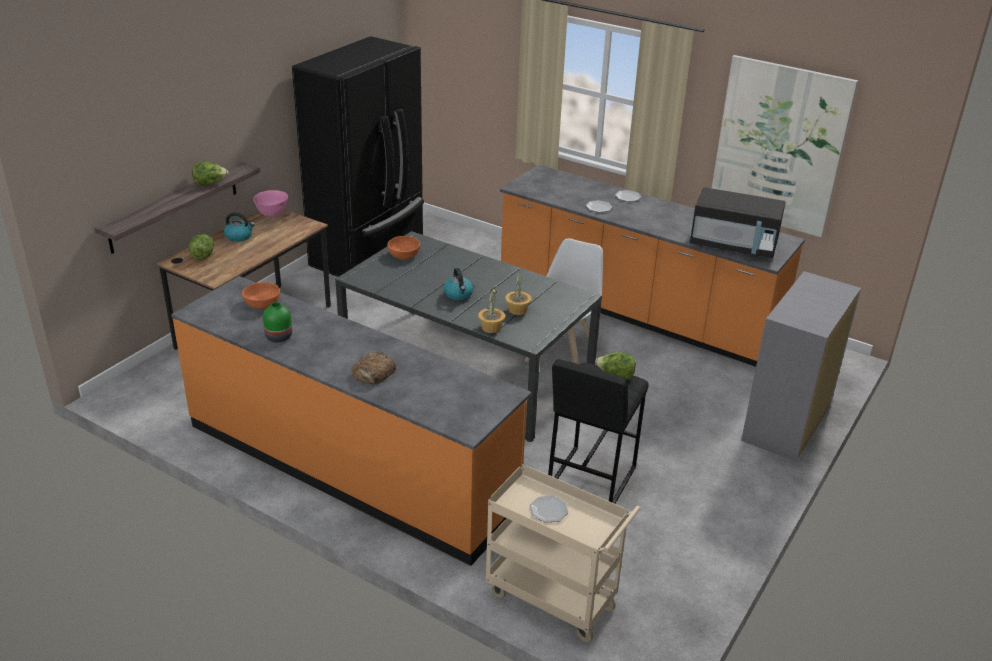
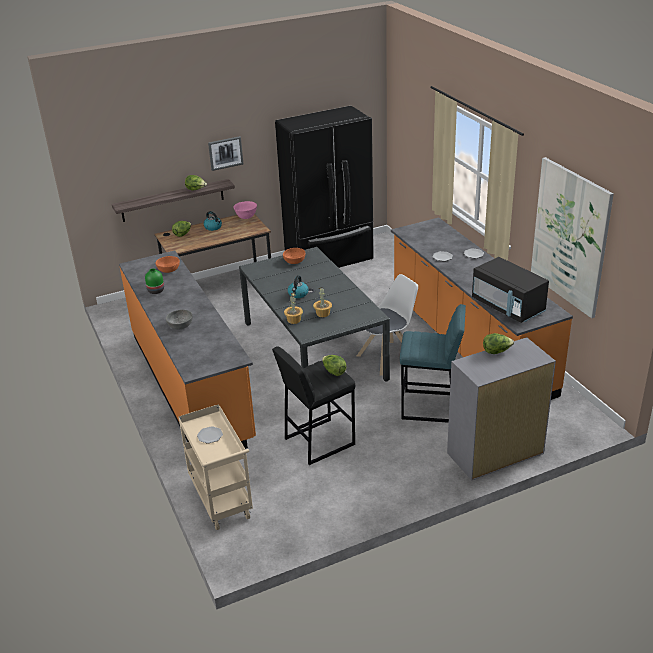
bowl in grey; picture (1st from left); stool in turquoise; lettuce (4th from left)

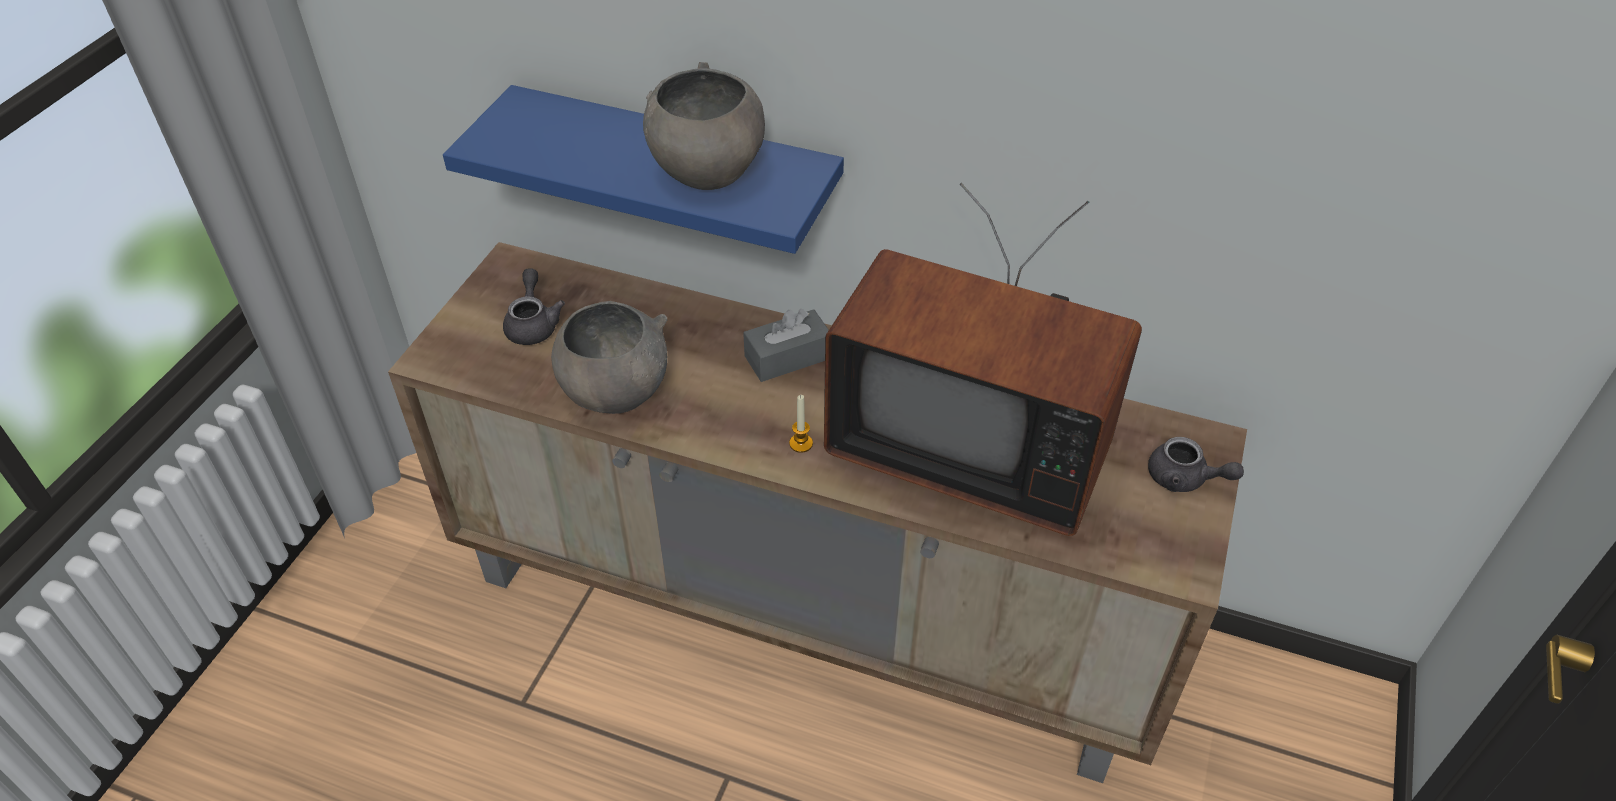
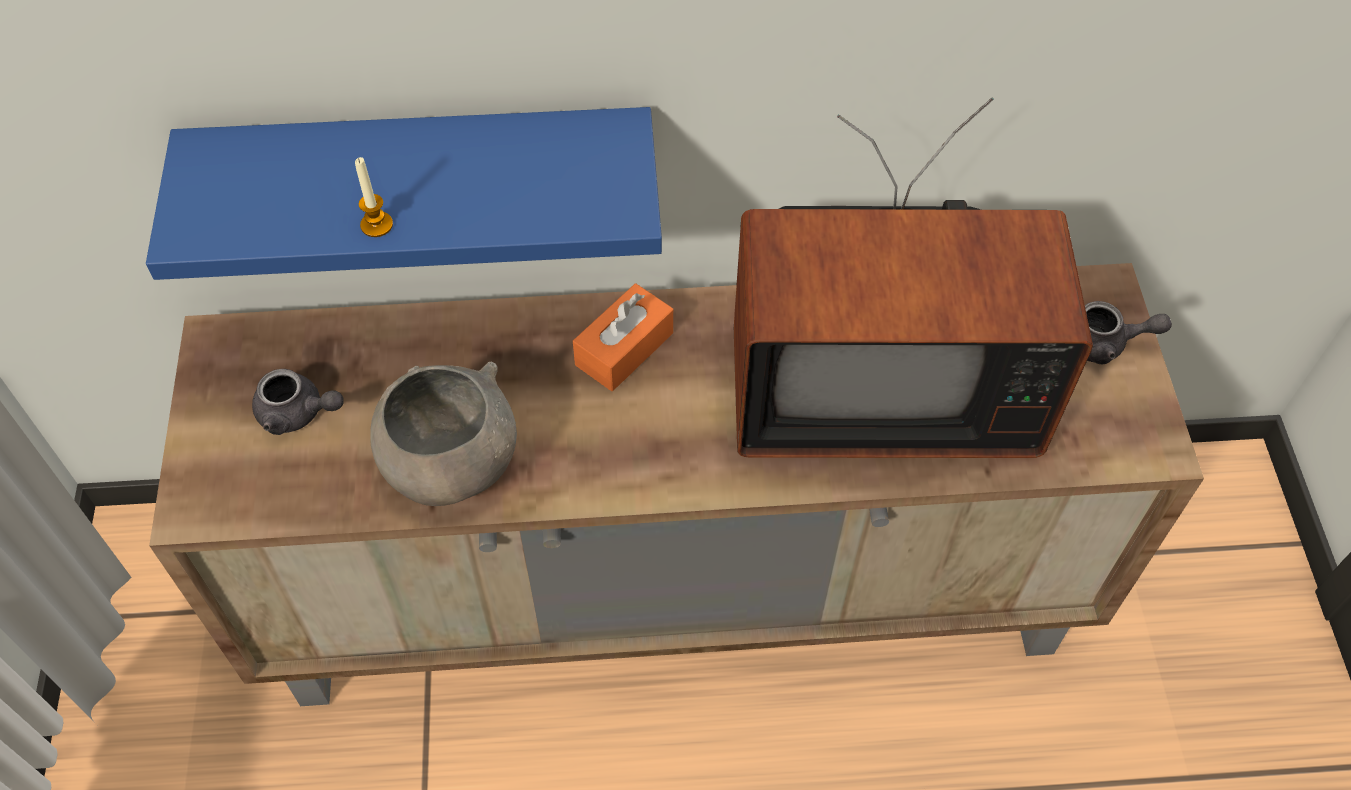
bowl in grey (2nd from left in the first image); teapot in grey (1st from left); tissue box in orange; candle

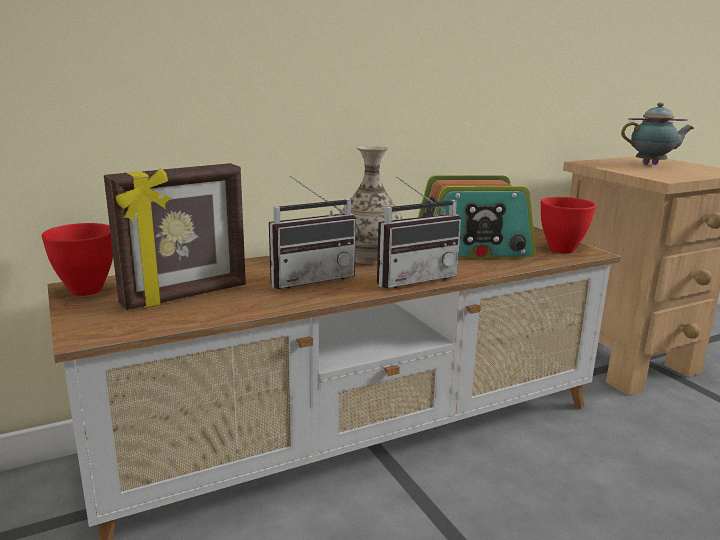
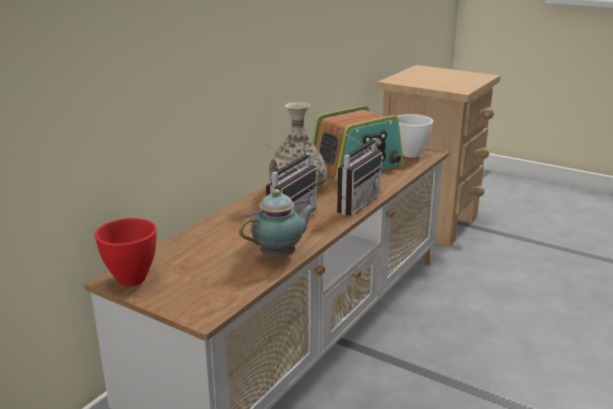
teapot; picture frame; bowl in white

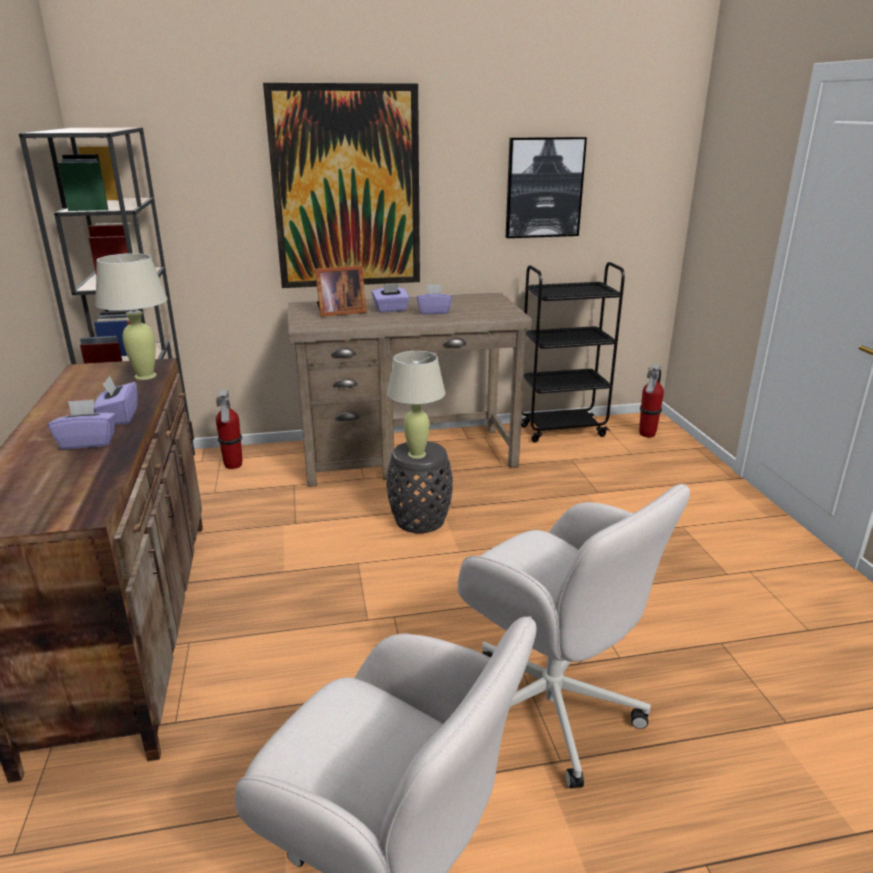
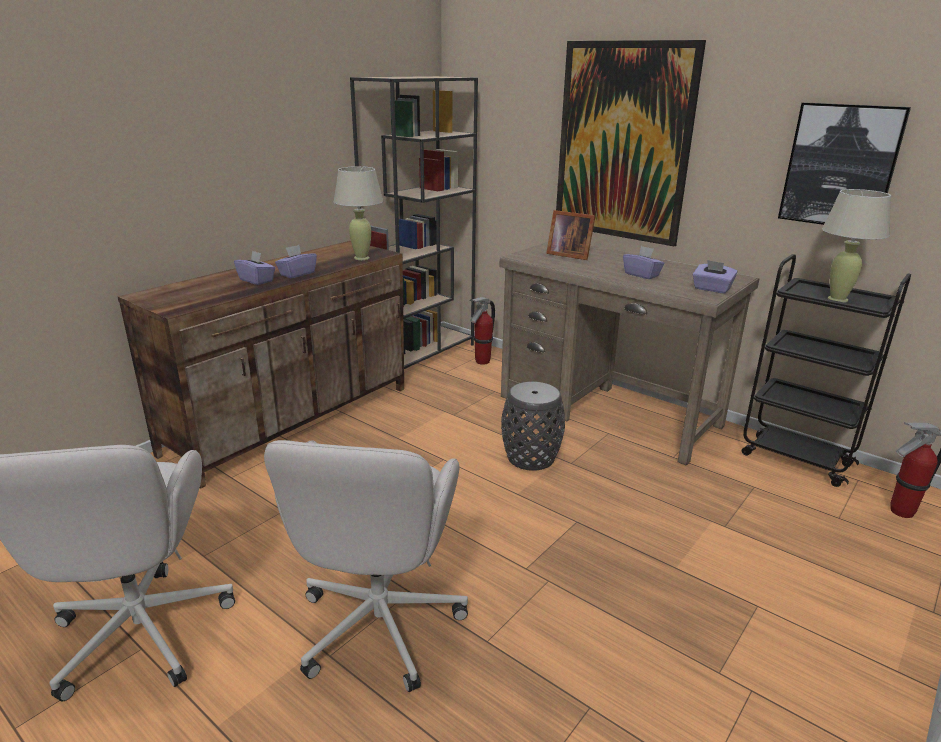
tissue box in purple (4th from left); table lamp in beige (2nd from left)

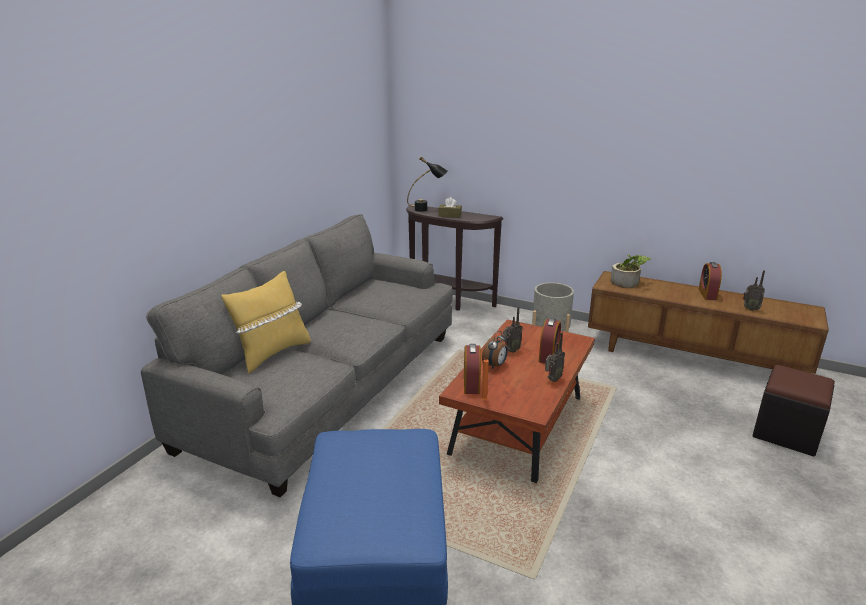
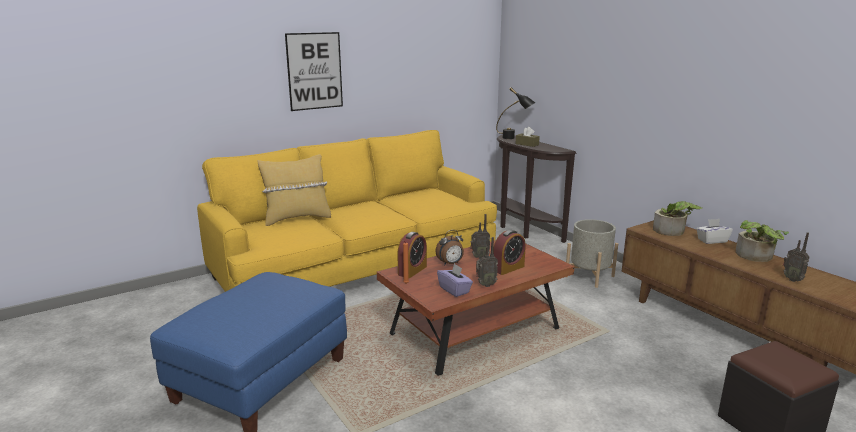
sofa in yellow; potted plant (2nd from left); picture; tissue box in white; tissue box in purple

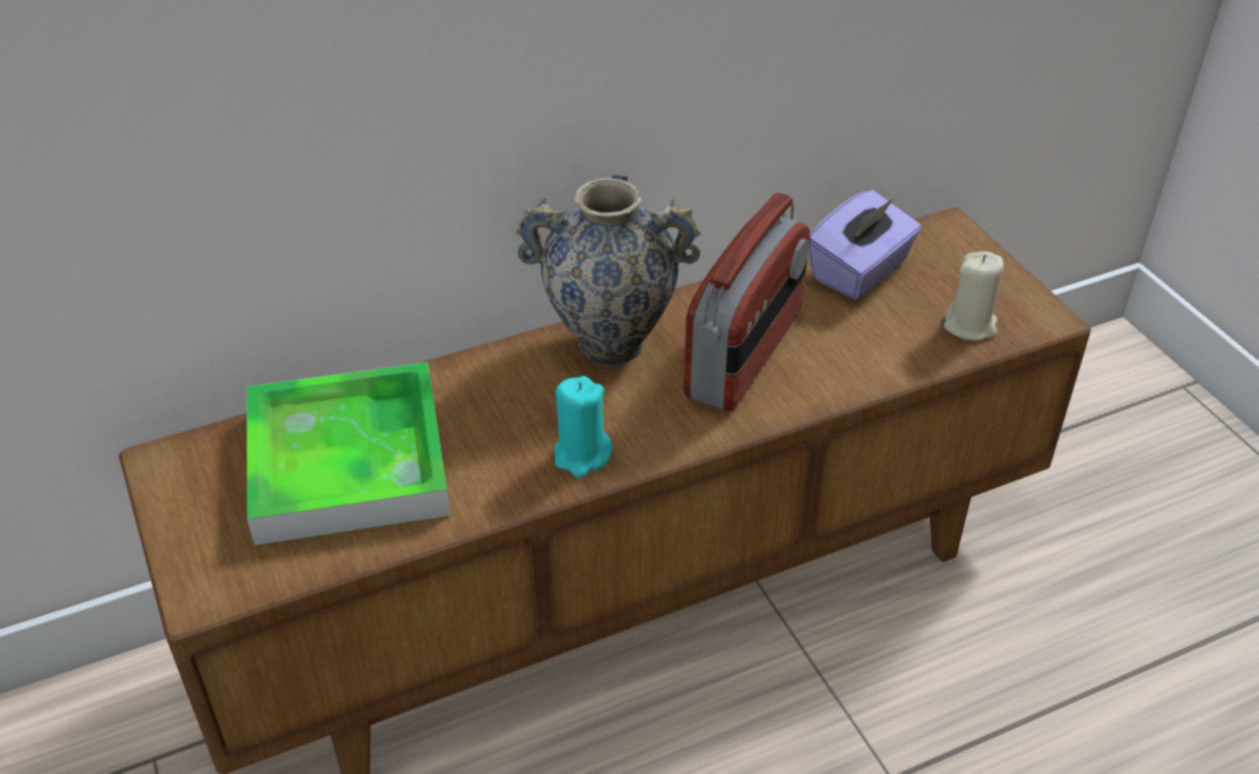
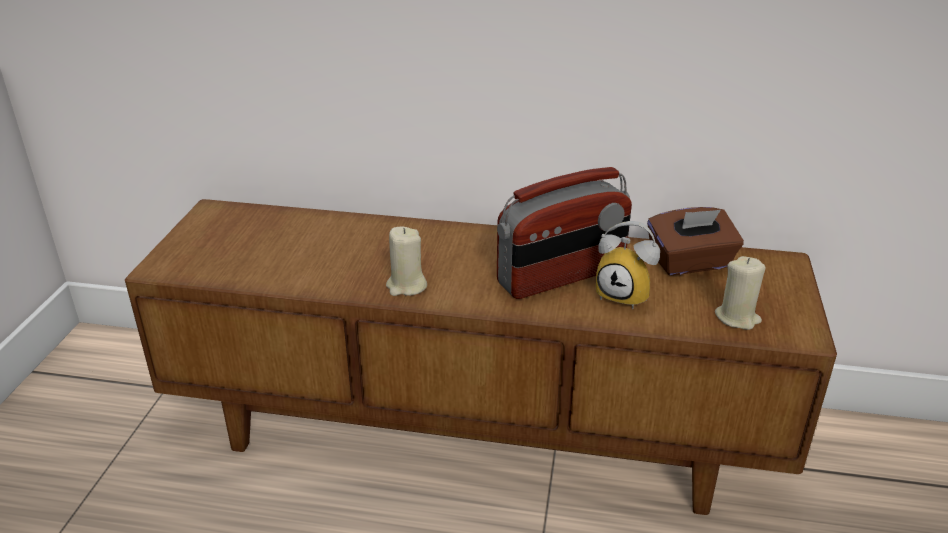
vase; tissue box in brown; tray; candle in beige (1st from left); alarm clock

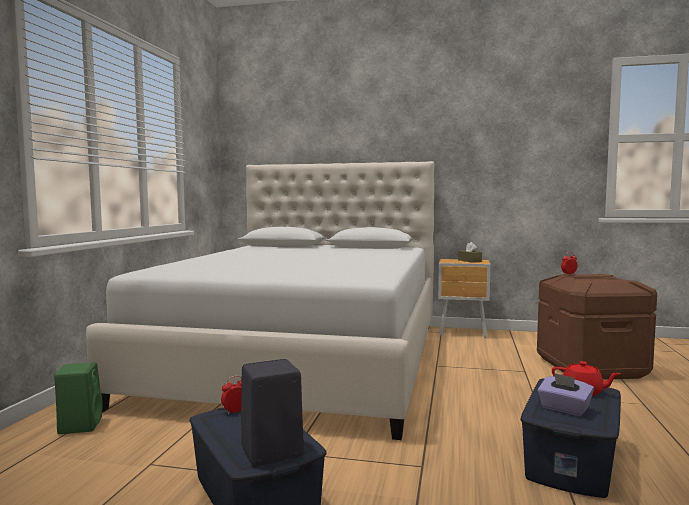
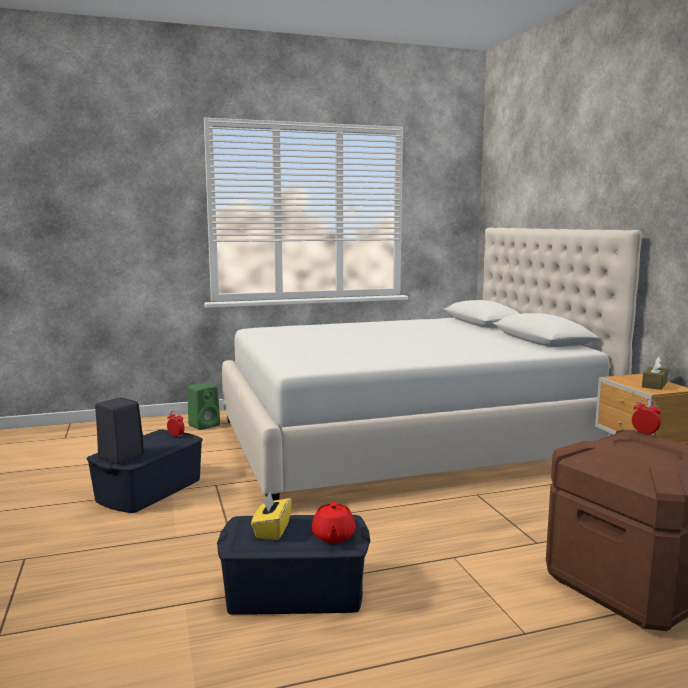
tissue box in yellow

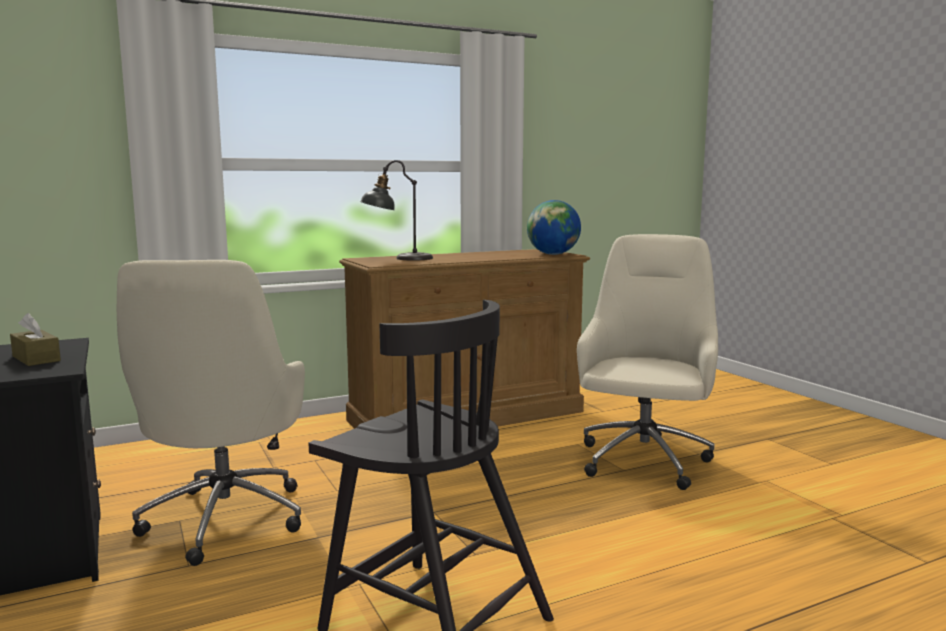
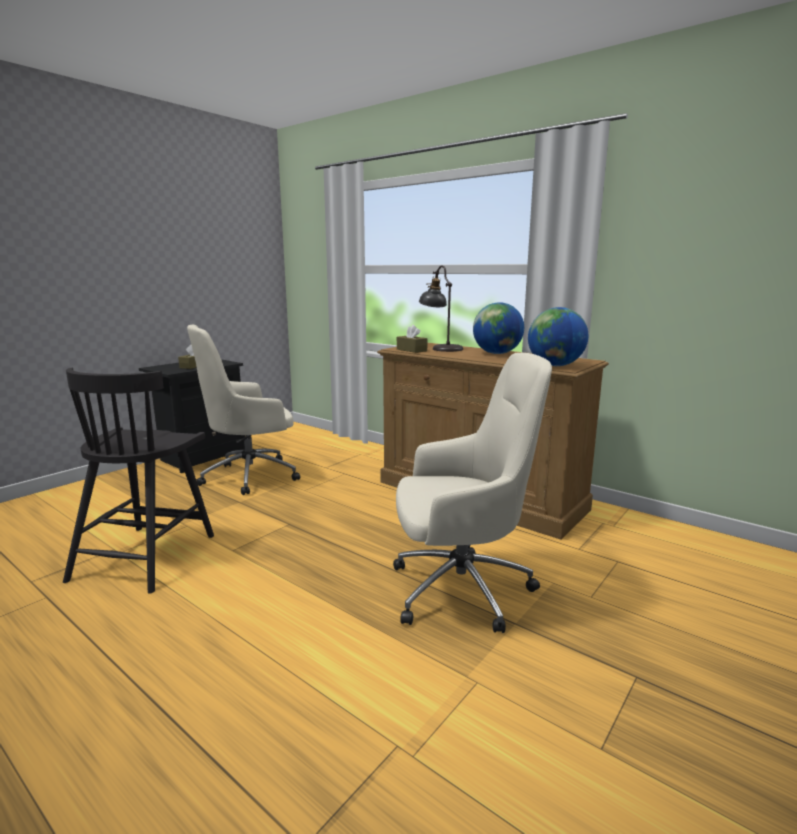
globe (1st from left); tissue box in brown (2nd from left)

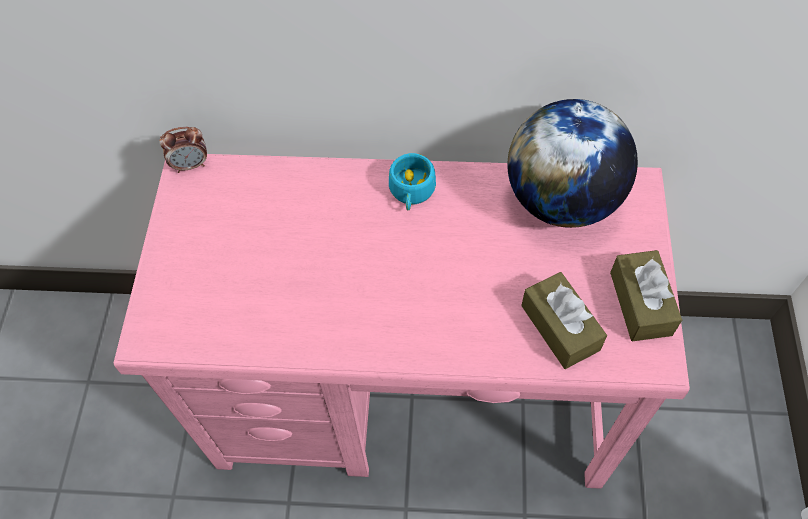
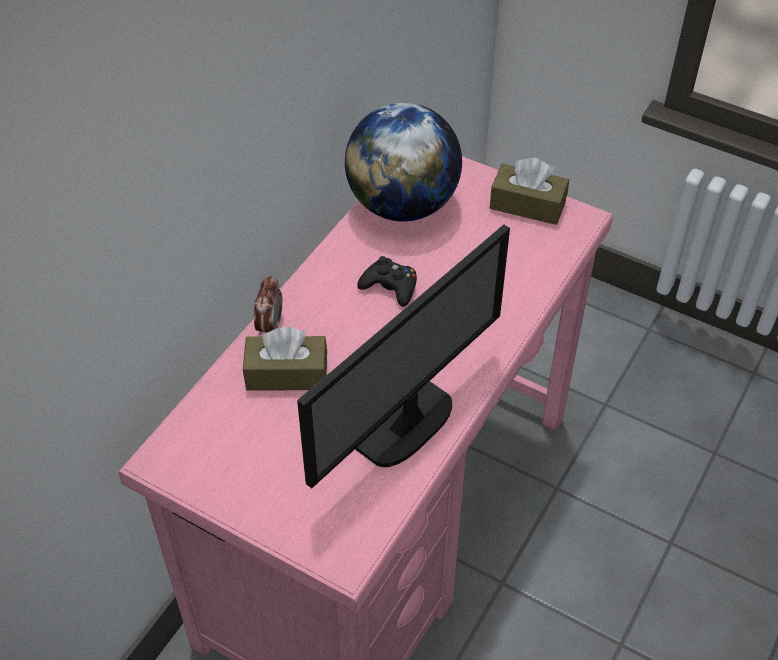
alarm clock; cup in turquoise; tissue box in brown (1st from left); monitor; game controller in black

